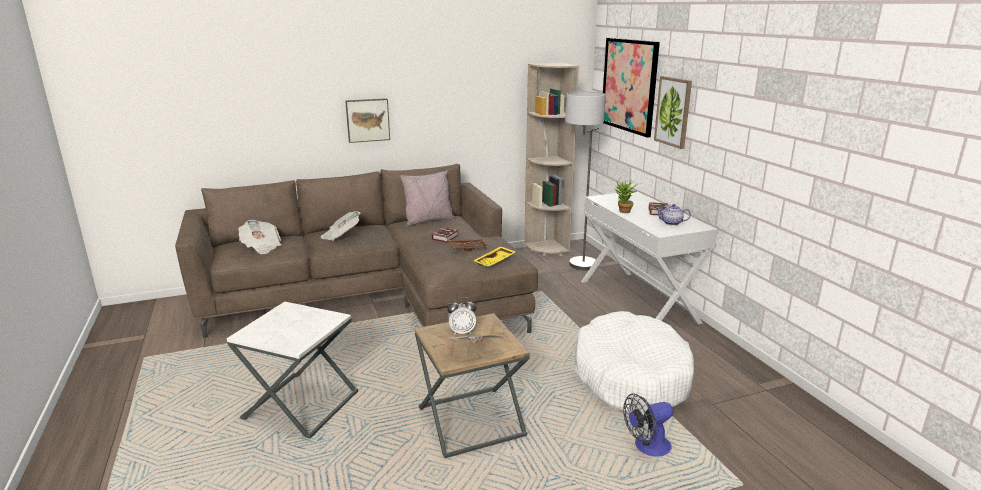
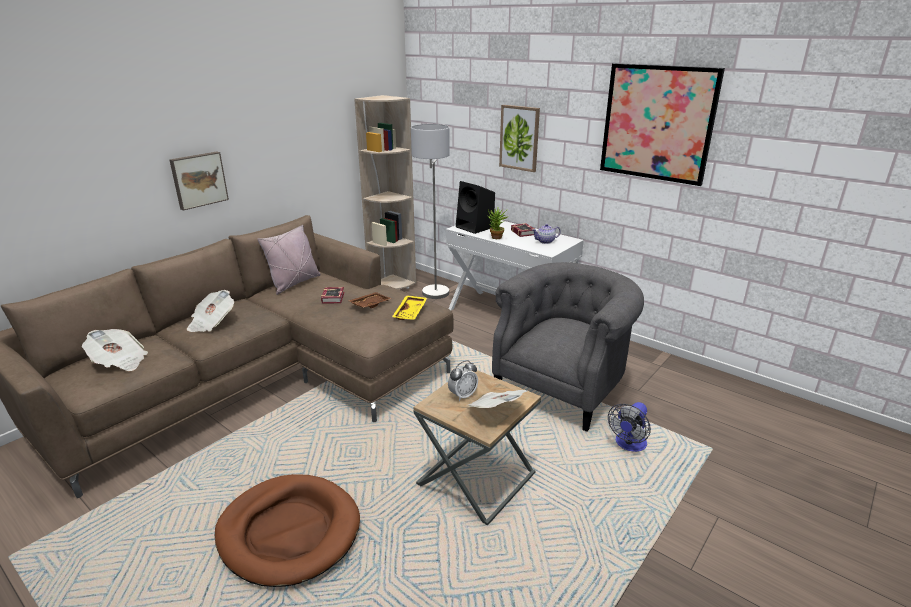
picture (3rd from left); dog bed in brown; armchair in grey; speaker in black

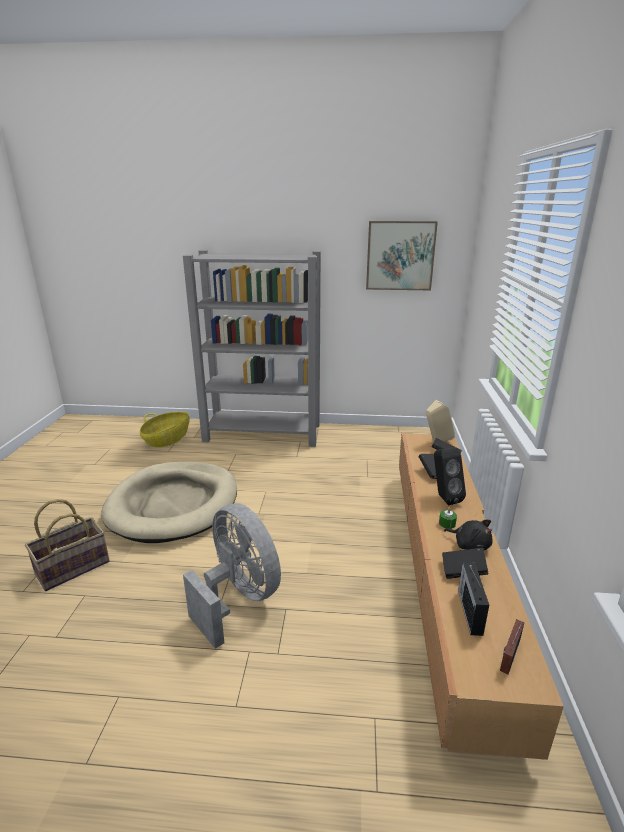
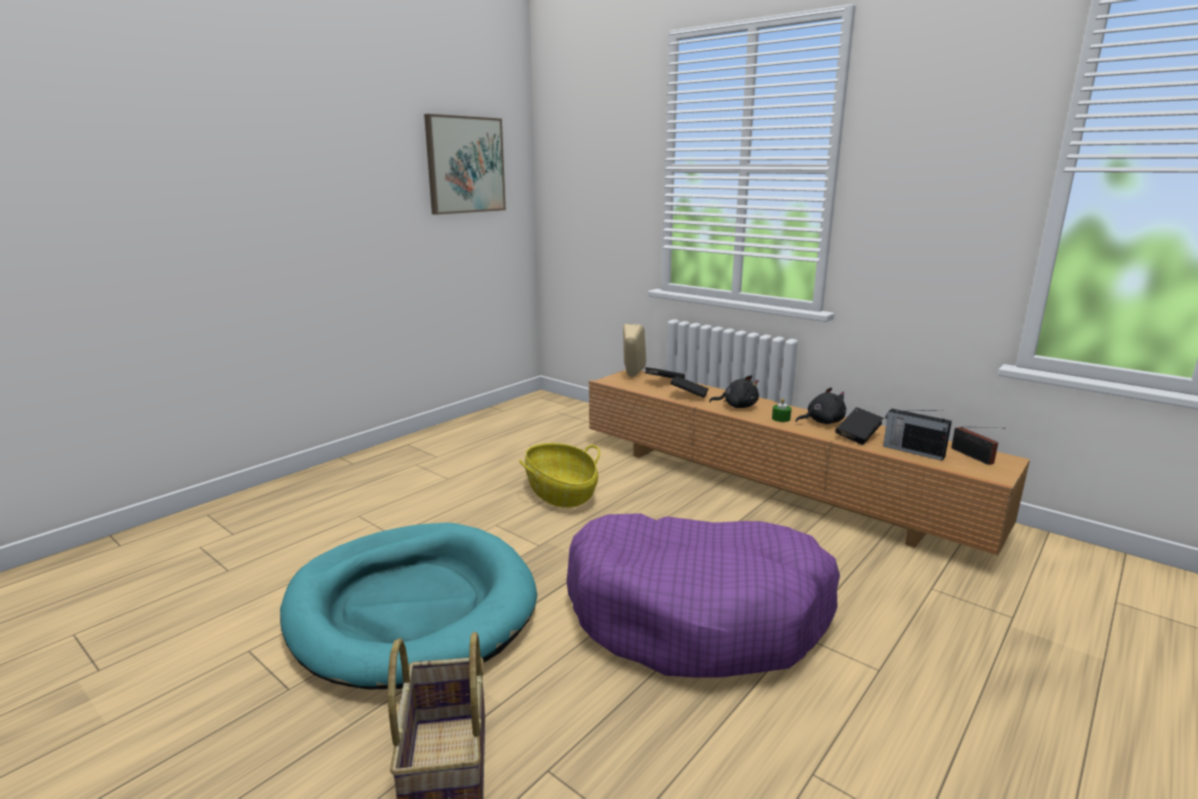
bookcase in grey; basket (2nd from left); plush toy in black (1st from left); dog bed in turquoise; dog bed in purple

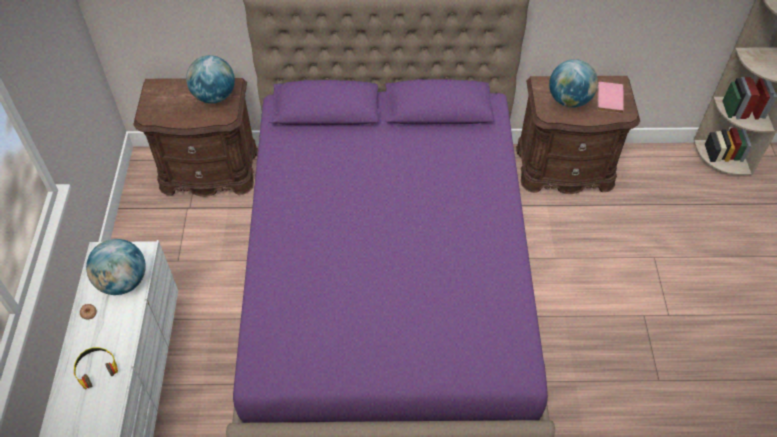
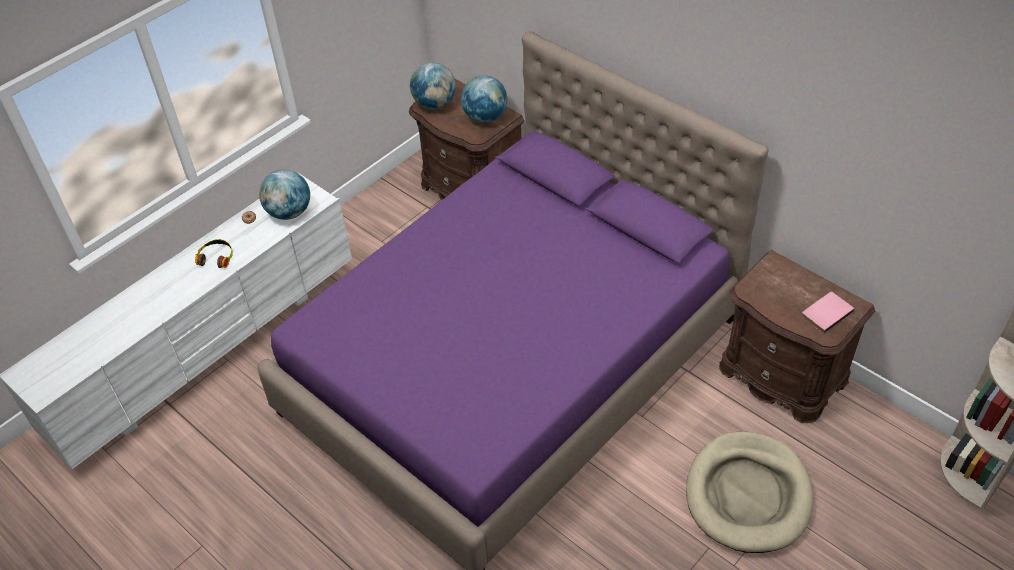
globe (2nd from left); dog bed in beige

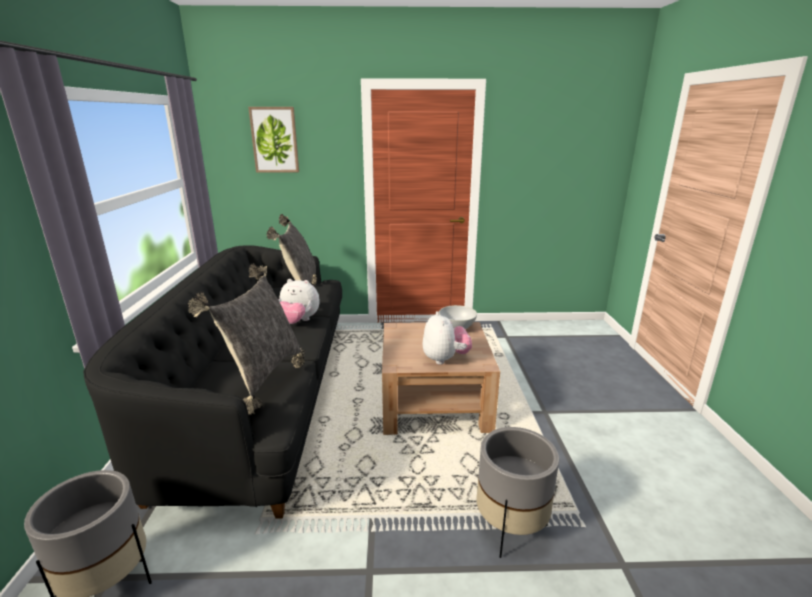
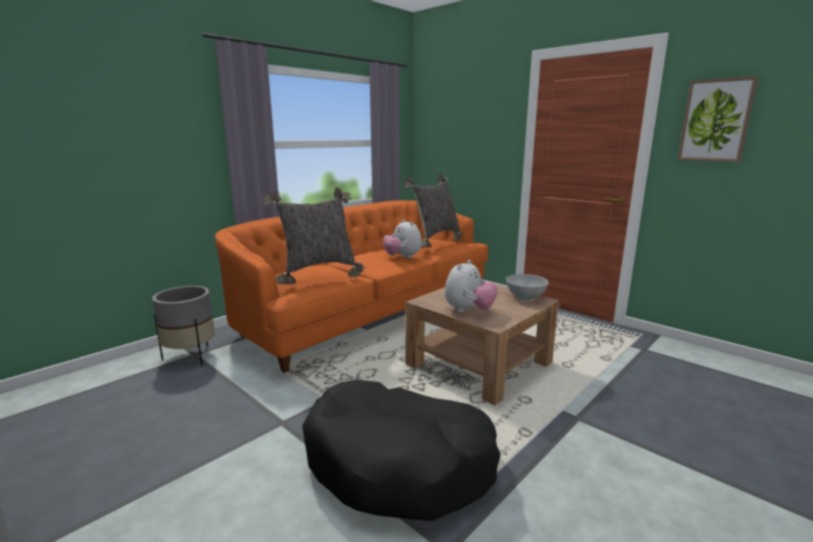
picture; sofa in orange; dog bed in black

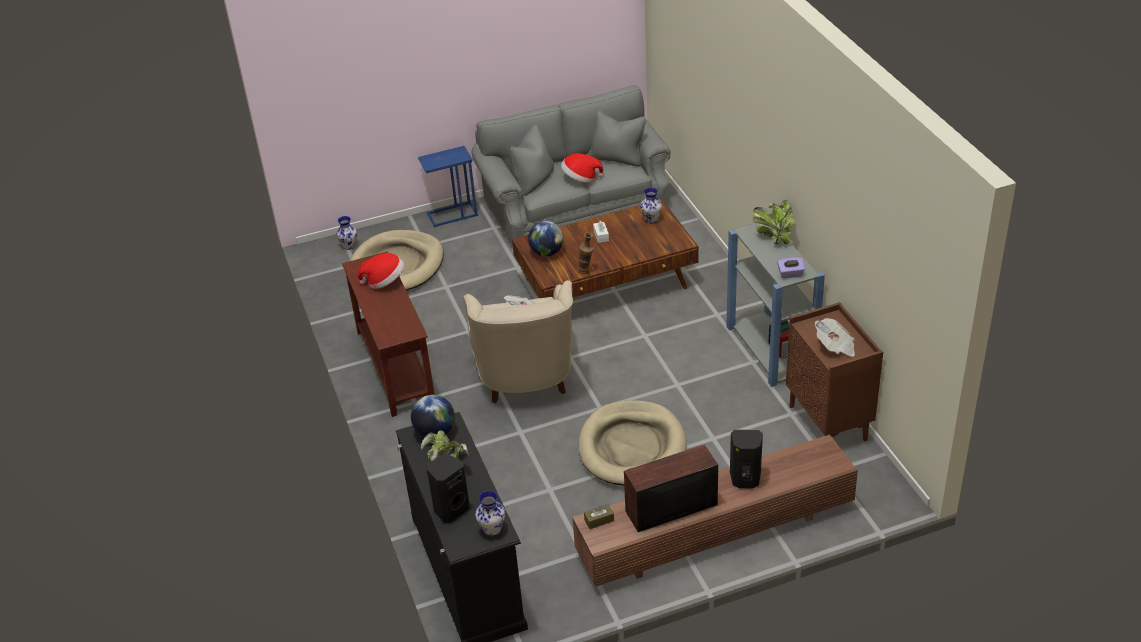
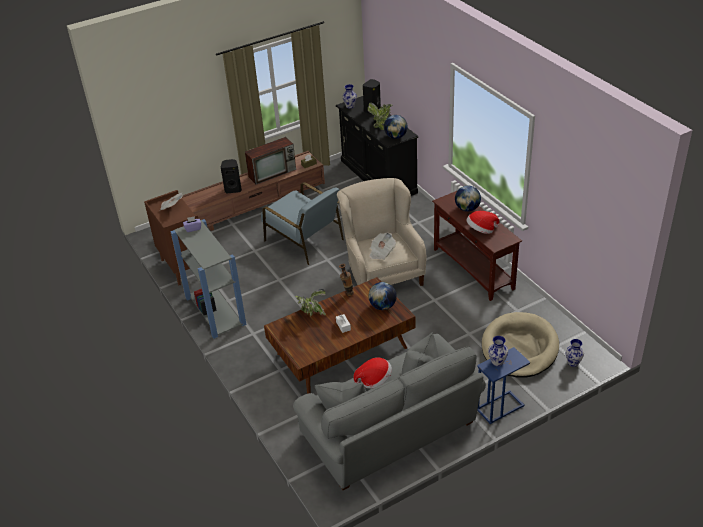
vase (3rd from left); potted plant (1st from left); armchair in blue; globe (3rd from left)

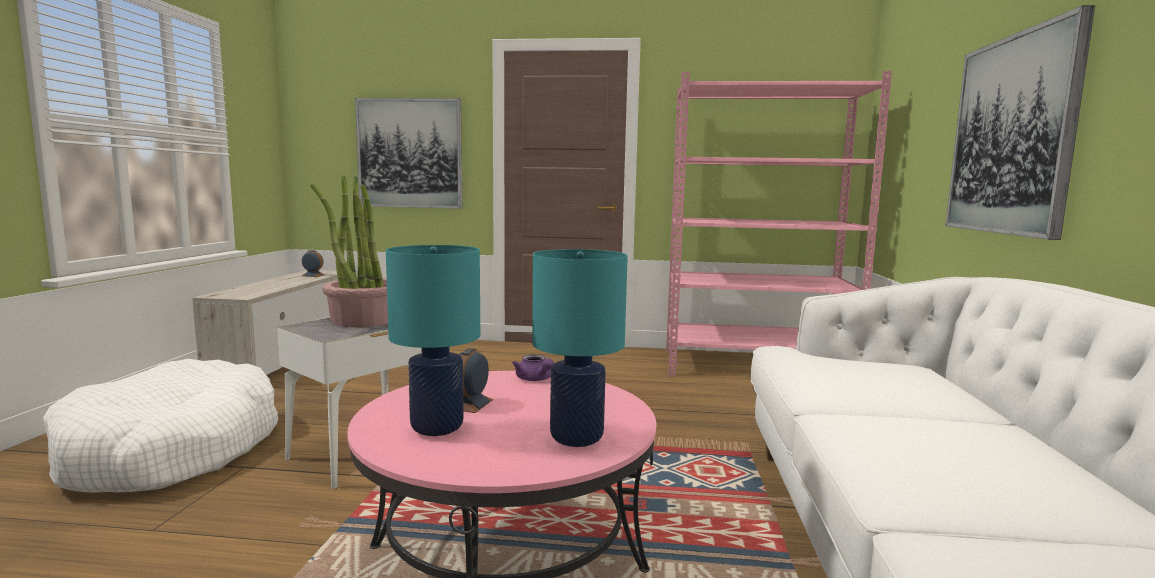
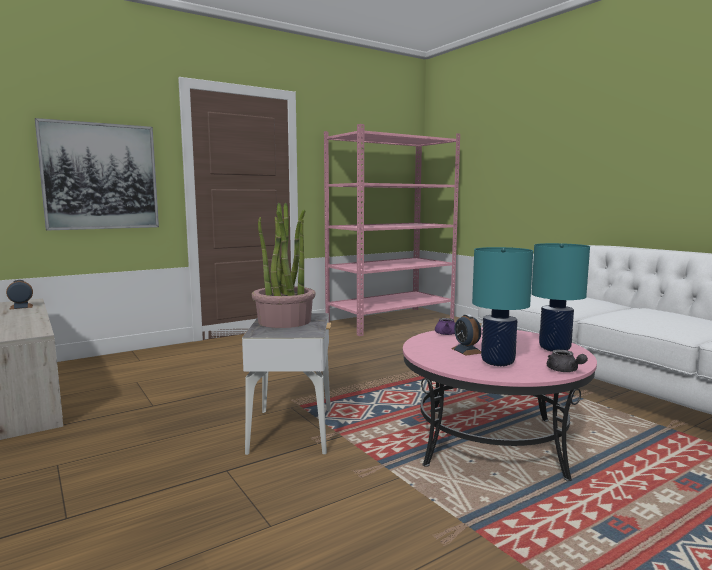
picture (2nd from left in the first image); dog bed in white; teapot in grey

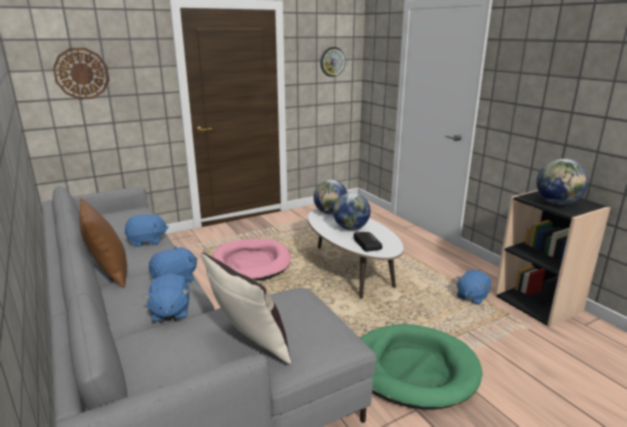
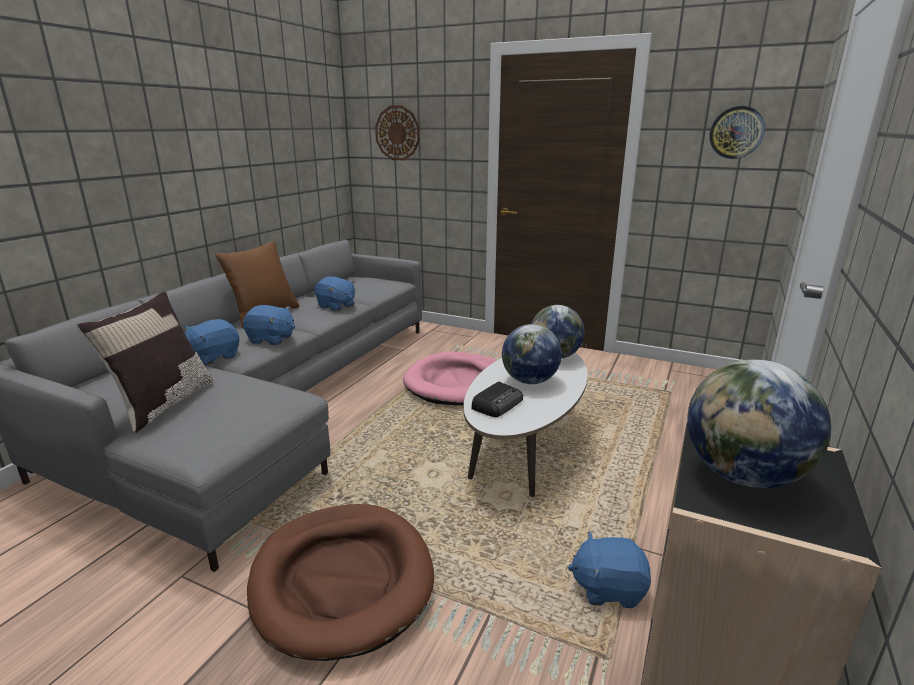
dog bed in brown

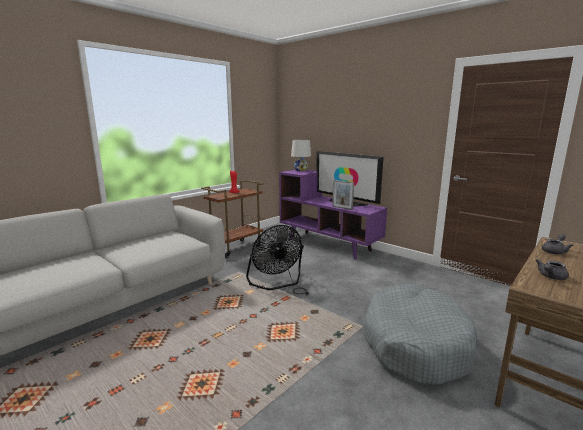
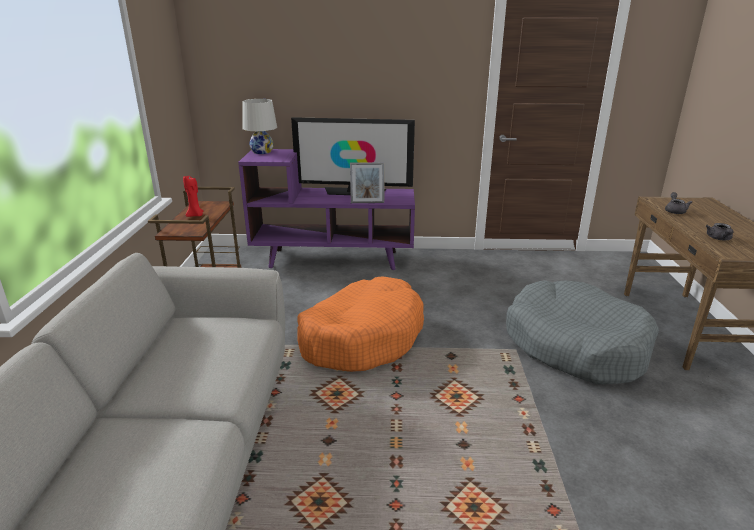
dog bed in orange

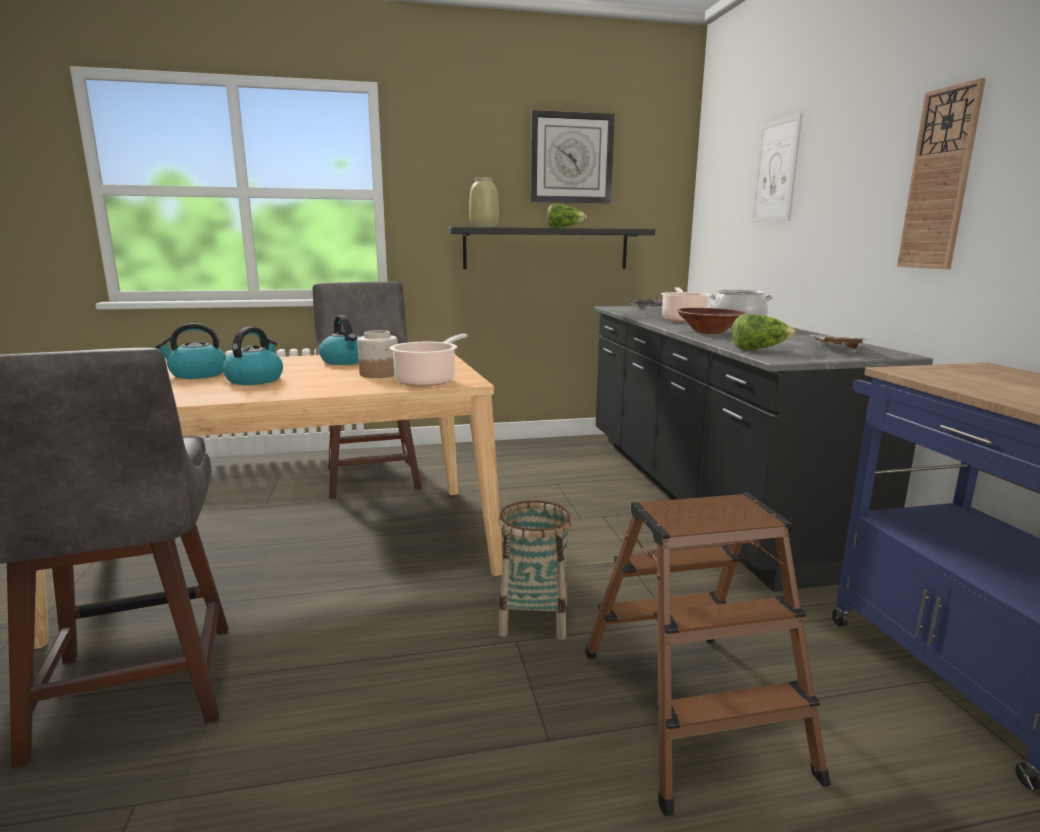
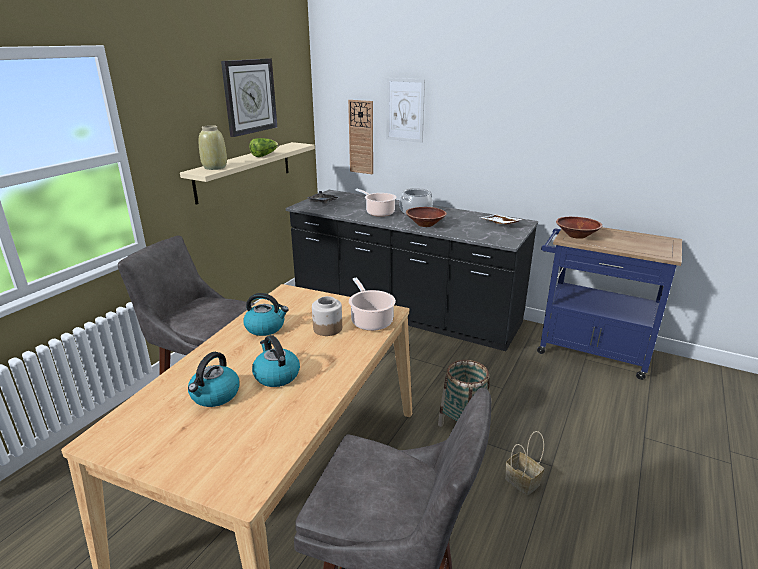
wall clock (2nd from left); shelf in beige; lettuce (2nd from left in the first image); step ladder in brown; bowl in brown (2nd from left); basket (2nd from left)

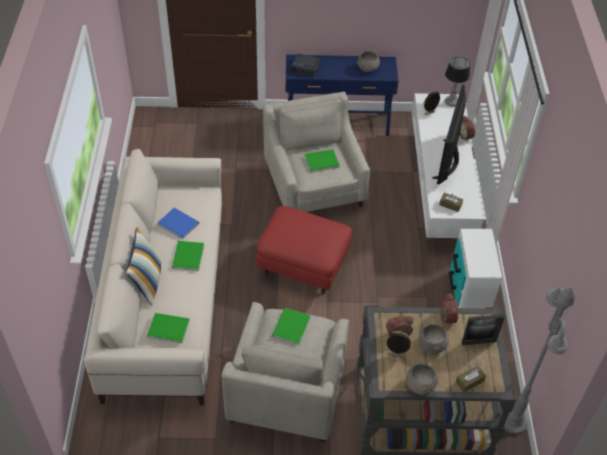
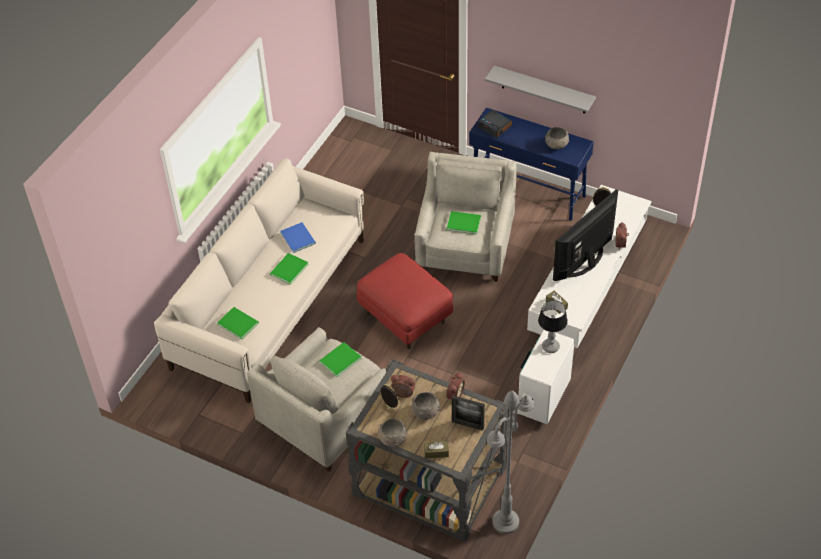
table lamp; pillow; shelf in grey

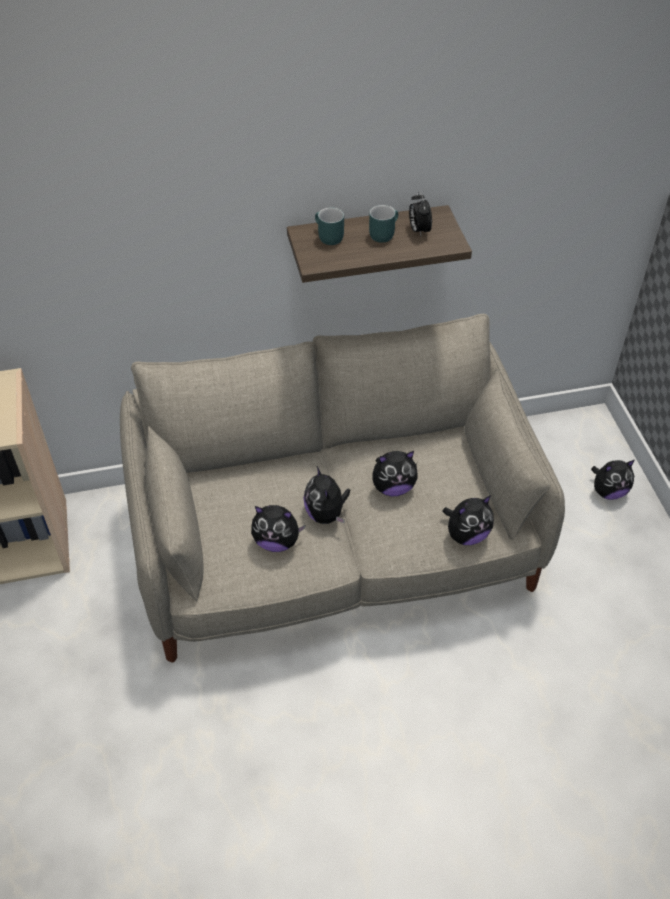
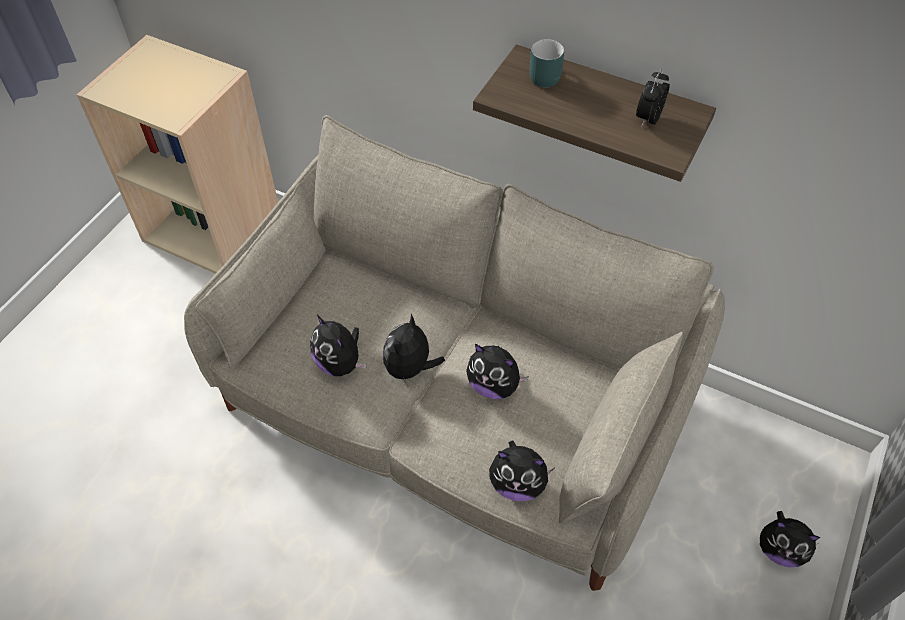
mug in turquoise (2nd from left in the first image)

